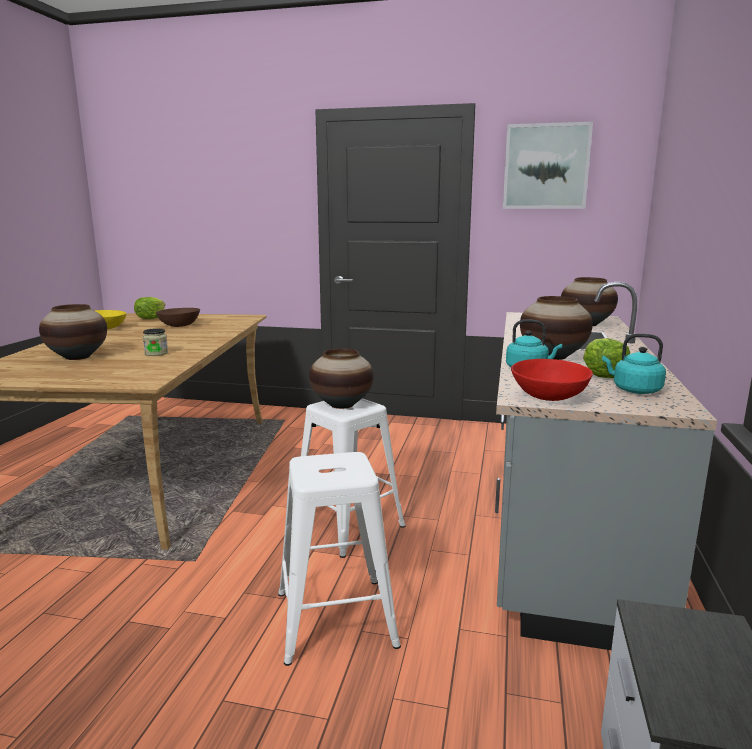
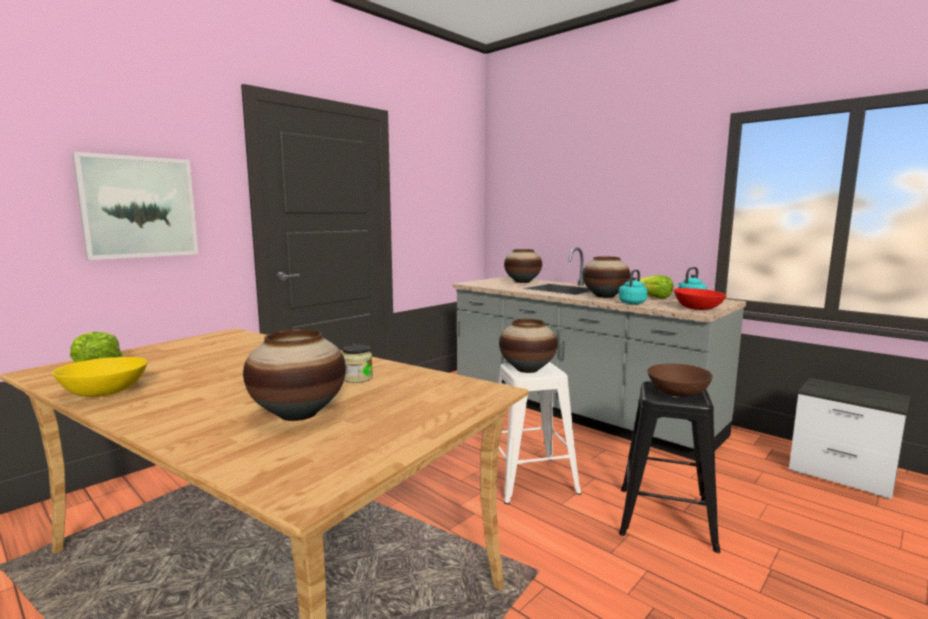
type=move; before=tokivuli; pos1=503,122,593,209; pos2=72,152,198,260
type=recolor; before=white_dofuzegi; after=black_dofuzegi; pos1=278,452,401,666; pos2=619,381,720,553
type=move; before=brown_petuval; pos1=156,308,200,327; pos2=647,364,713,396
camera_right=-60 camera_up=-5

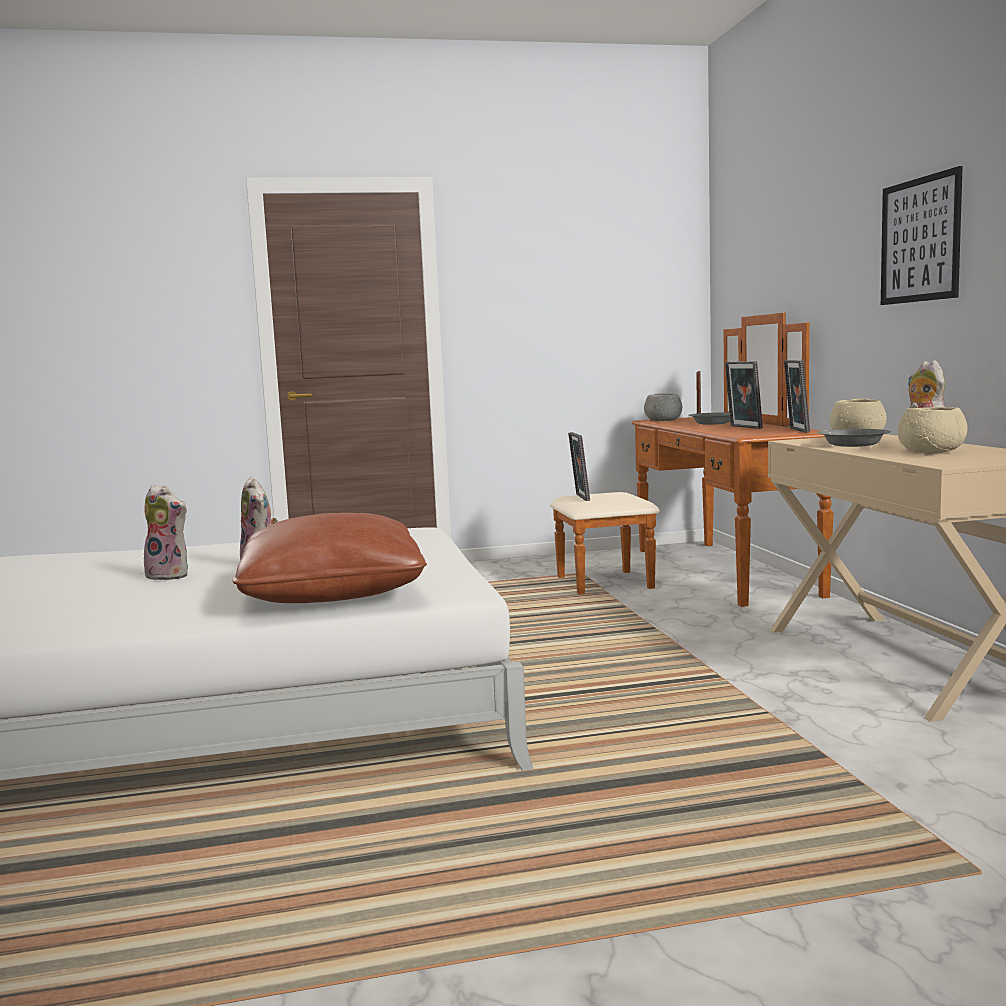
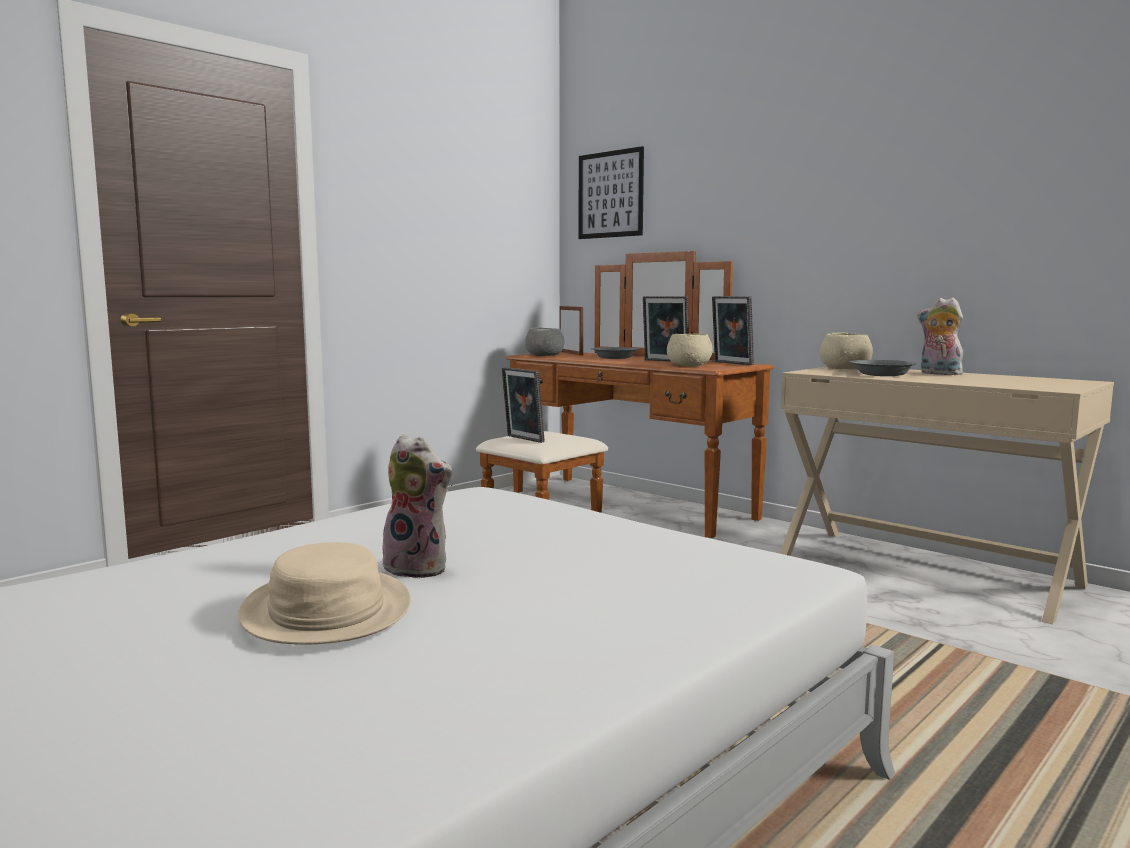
type=replace; before=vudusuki; after=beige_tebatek; pos1=140,485,188,580; pos2=238,542,411,645
type=move; before=tokivuli; pos1=881,166,963,305; pos2=579,146,644,239
type=move; before=beige_petuval; pos1=898,407,968,453; pos2=667,334,713,367
type=delete; before=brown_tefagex; pos1=233,513,427,603
camera_right=-35 camera_up=0

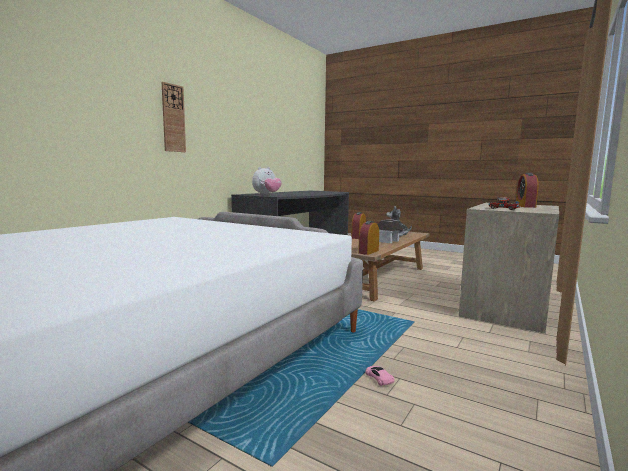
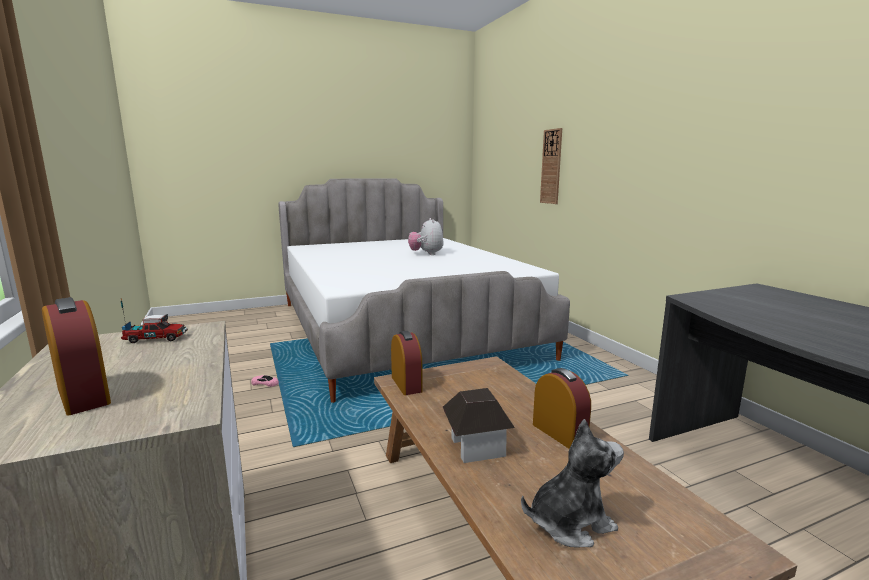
type=move; before=vudusuki; pos1=252,167,282,195; pos2=408,218,444,255
type=move; before=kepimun; pos1=162,82,186,152; pos2=540,128,562,204
camera_right=125 camera_up=5

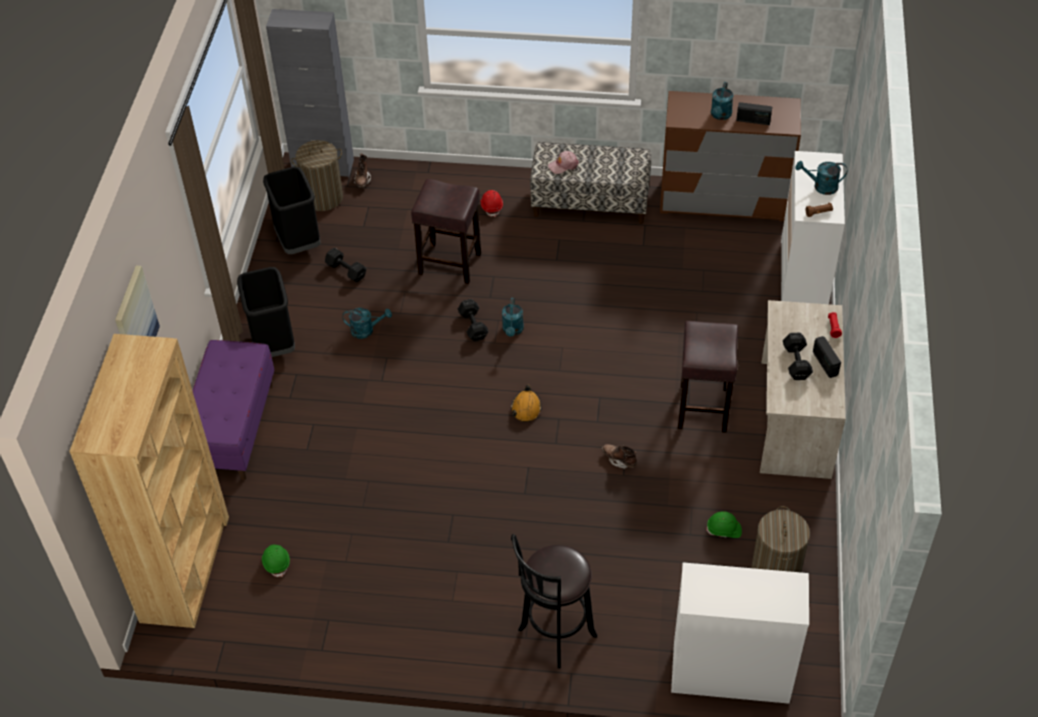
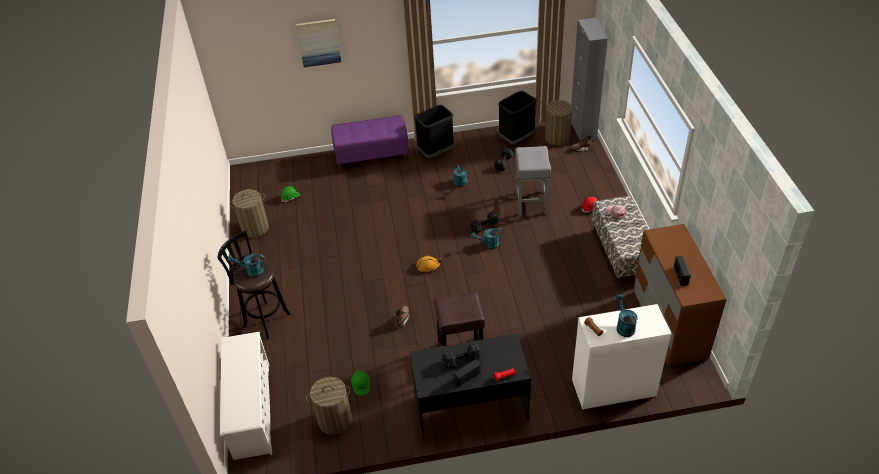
type=replace; before=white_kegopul; after=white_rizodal; pos1=671,562,809,704; pos2=220,332,272,460
type=move; before=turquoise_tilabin; pos1=711,82,734,120; pos2=228,253,266,277
type=insert; after=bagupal; pos2=229,189,269,238
type=recolor; before=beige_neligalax; after=black_neligalax; pos1=760,300,846,479; pos2=409,334,531,440
type=recolor; before=brown_dofuzegi; after=grey_dofuzegi; pos1=411,179,481,284; pos2=515,146,551,215
type=delete; before=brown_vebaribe; pos1=69,334,229,628
camera_right=75 camera_up=-5

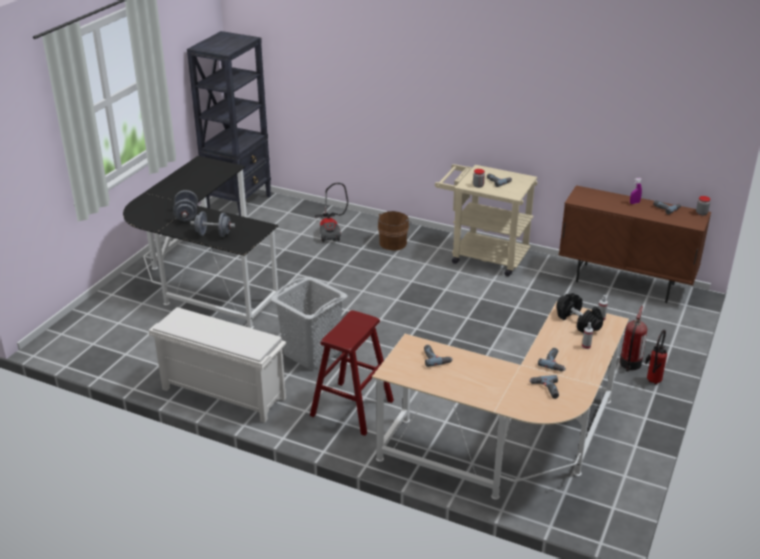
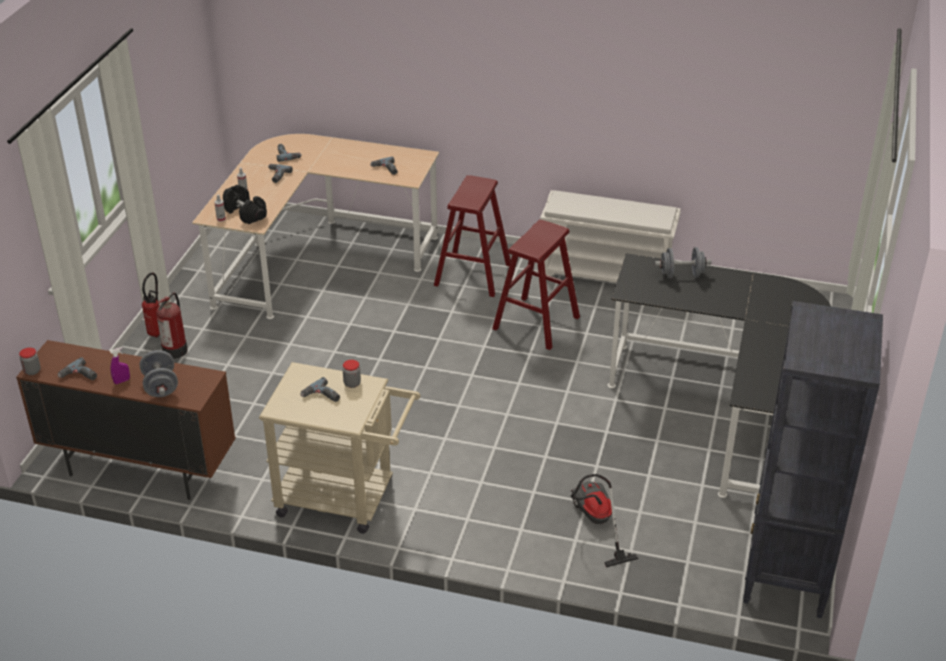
type=move; before=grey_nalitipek; pos1=173,190,198,222; pos2=140,350,178,397
type=replace; before=grey_bagupal; after=red_dofuzegi; pos1=271,277,347,370; pos2=492,220,580,350
type=delete; before=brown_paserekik; pos1=378,211,412,250
camera_right=170 camera_up=5

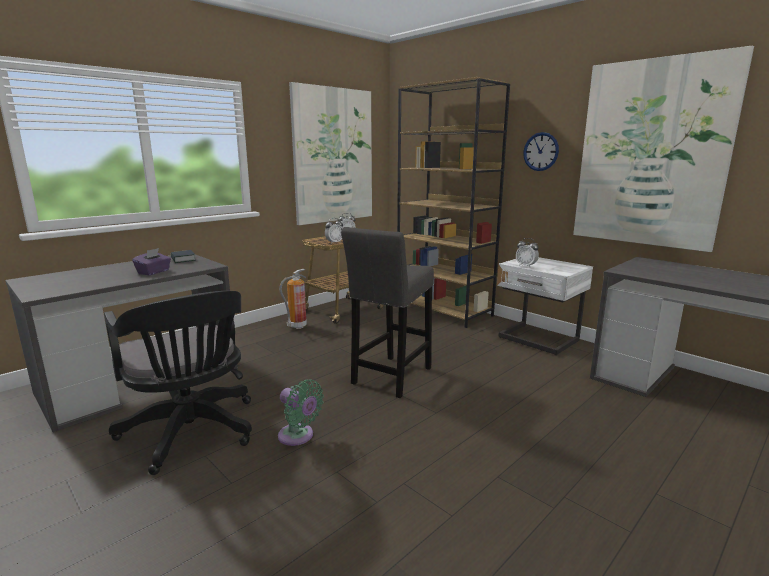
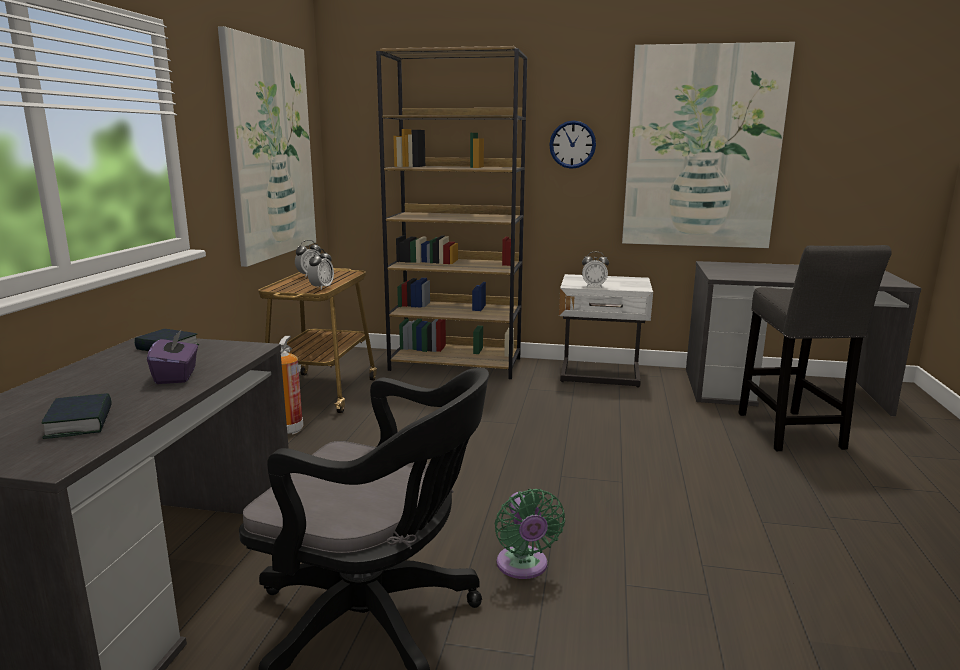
type=insert; after=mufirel; pos2=42,393,112,439
type=rotate; before=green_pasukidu; pos1=278,380,324,446; pos2=495,489,565,579; turn=75
type=move; before=grey_dofuzegi; pos1=341,227,434,398; pos2=738,245,892,451
camera_right=-35 camera_up=0

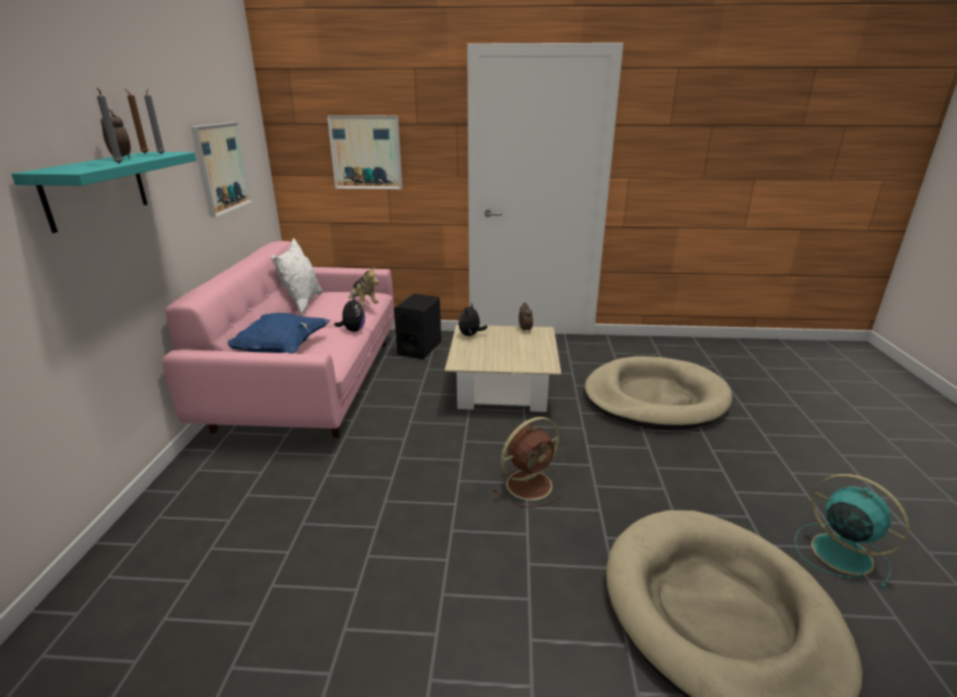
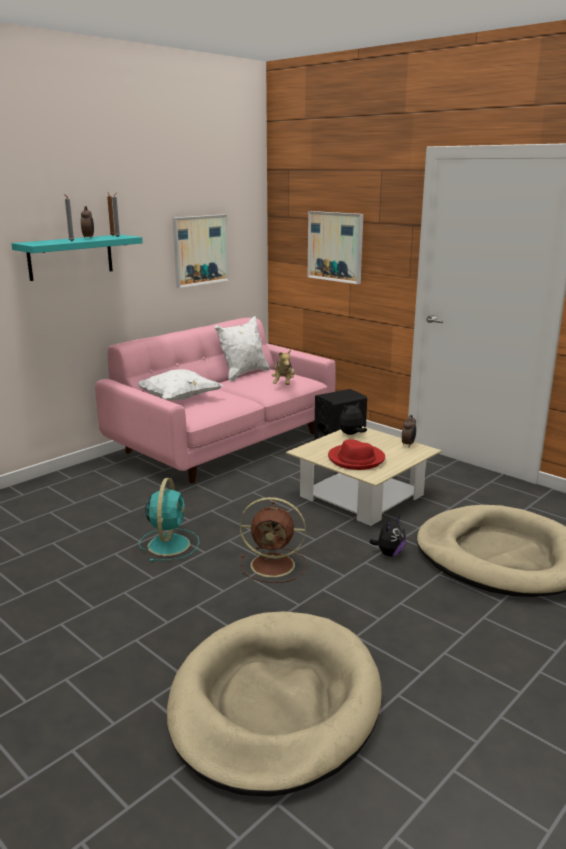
type=recolor; before=blue_tefagex; after=white_tefagex; pos1=228,313,331,353; pos2=138,369,223,401
type=move; before=turquoise_pasukidu; pos1=794,474,909,588; pos2=139,478,199,562
type=insert; after=red_tebatek; pos2=328,439,385,470
type=move; before=vudusuki; pos1=334,297,365,332; pos2=370,516,406,557
camera_right=40 camera_up=-5

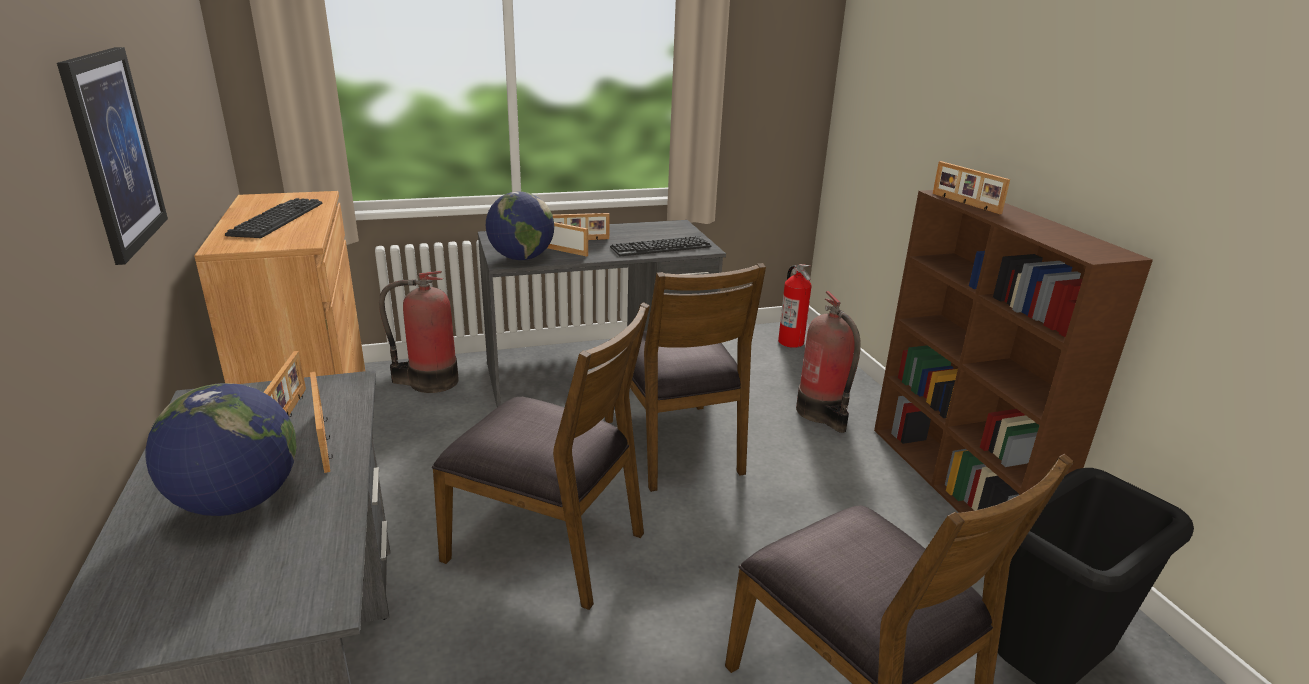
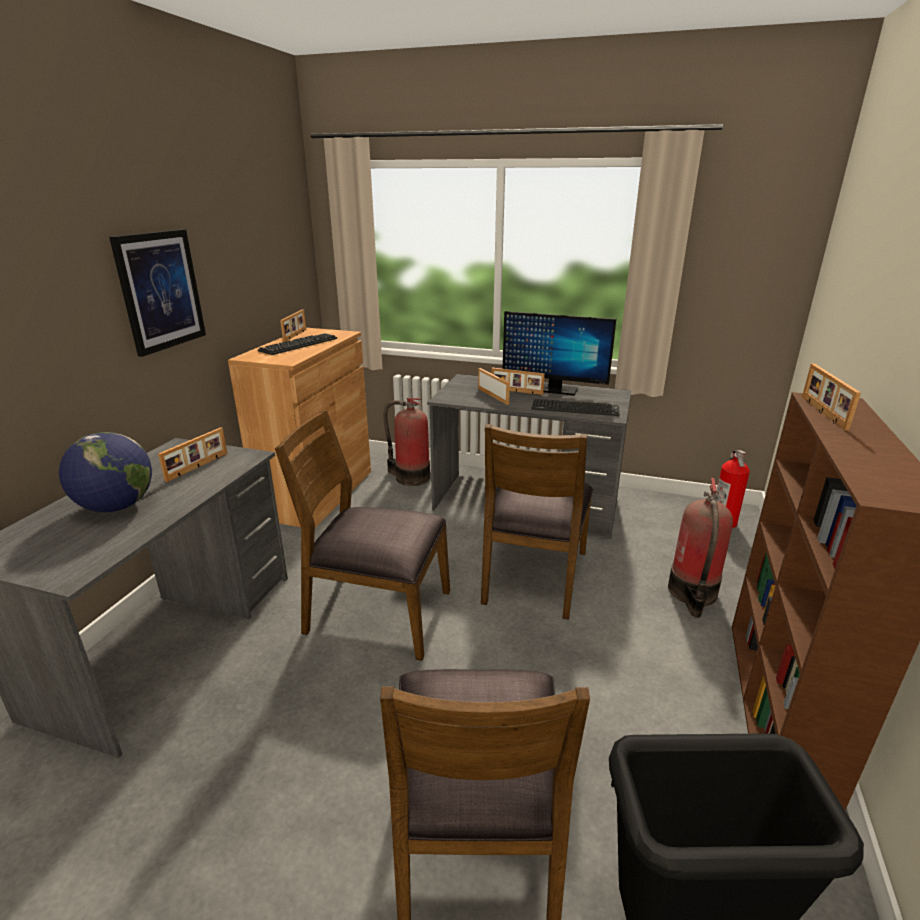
type=rotate; before=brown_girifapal; pos1=432,302,650,610; pos2=275,410,450,661; turn=135
type=move; before=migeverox; pos1=310,372,333,473; pos2=280,309,306,342
type=insert; after=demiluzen; pos2=503,311,616,395
type=delete; before=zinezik; pos1=486,191,554,260
camera_right=35 camera_up=0

